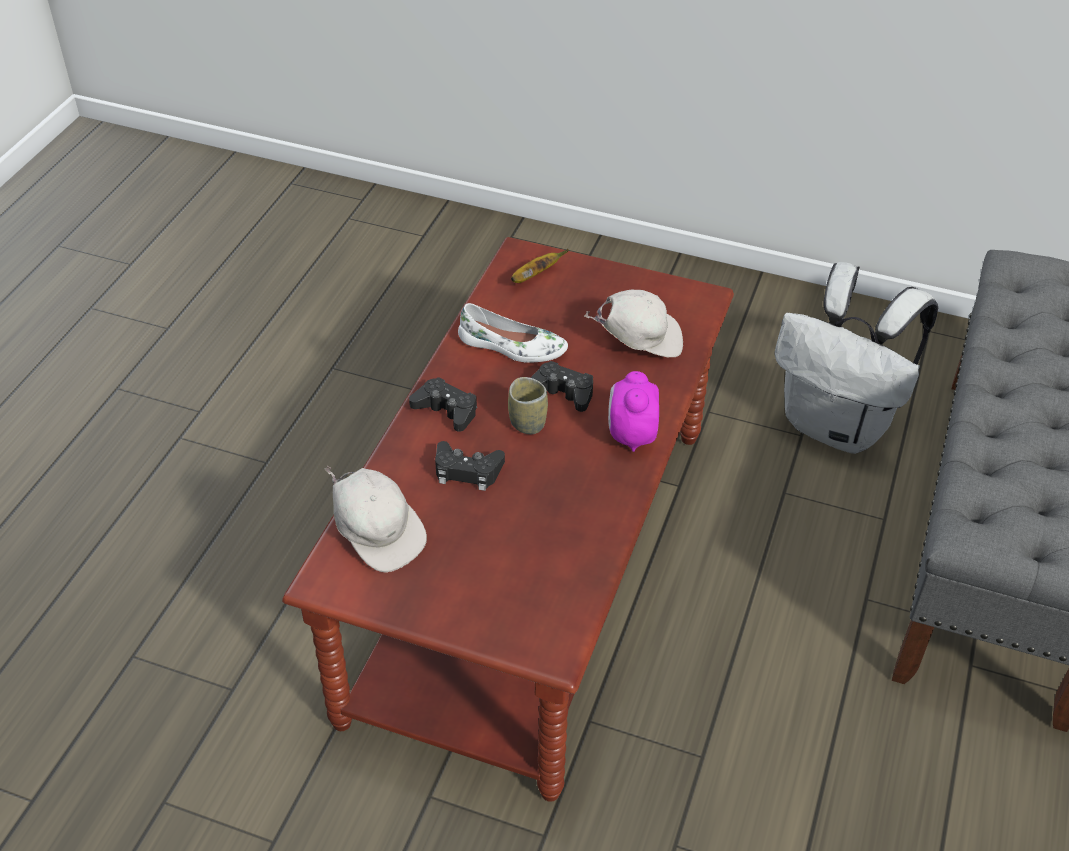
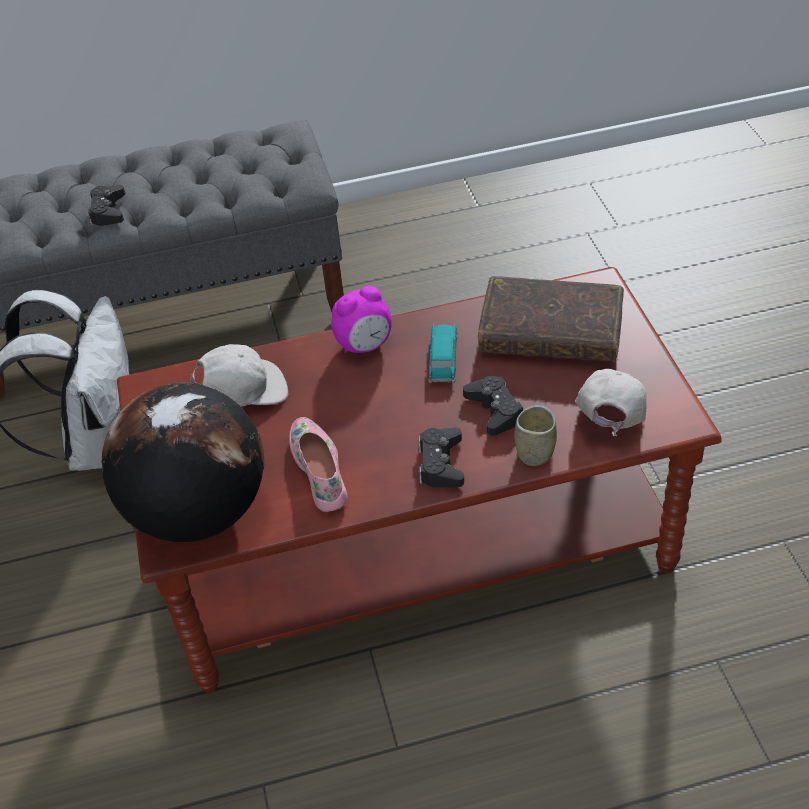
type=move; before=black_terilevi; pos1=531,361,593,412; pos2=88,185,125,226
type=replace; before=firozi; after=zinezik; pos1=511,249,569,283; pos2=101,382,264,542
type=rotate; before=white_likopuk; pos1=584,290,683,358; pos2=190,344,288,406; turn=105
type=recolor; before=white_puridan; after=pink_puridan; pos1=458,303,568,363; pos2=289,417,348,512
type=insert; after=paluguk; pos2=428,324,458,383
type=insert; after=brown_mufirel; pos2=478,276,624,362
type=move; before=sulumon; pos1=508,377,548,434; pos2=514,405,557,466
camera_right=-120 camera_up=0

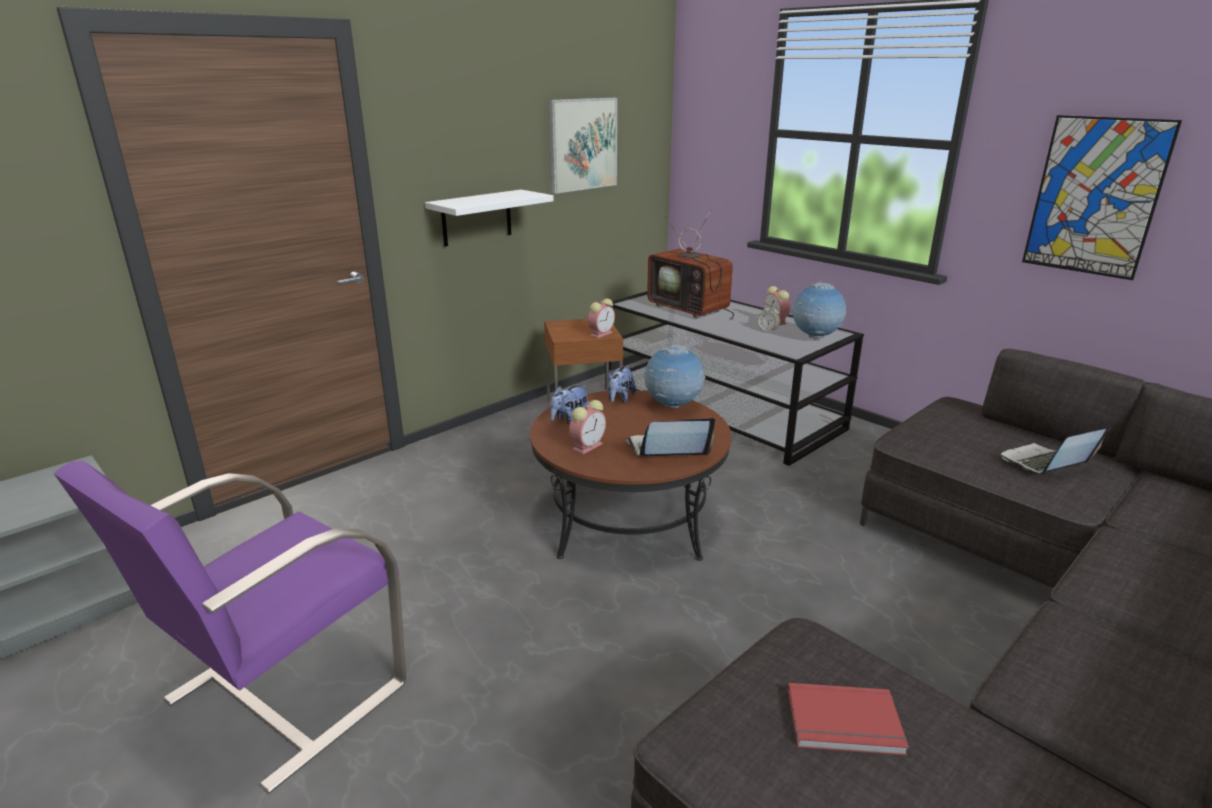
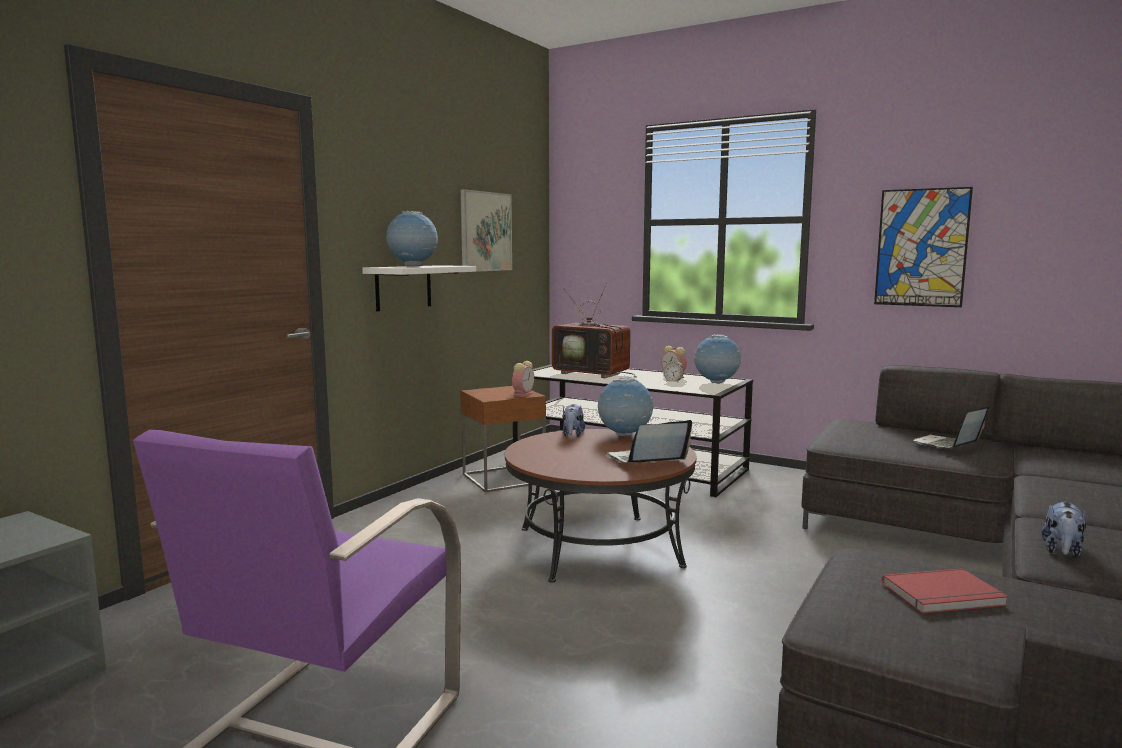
type=insert; after=zinezik; pos2=386,211,438,267
type=move; before=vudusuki; pos1=551,386,590,424; pos2=1041,501,1086,557
type=delete; before=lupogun; pos1=569,400,606,454
camera_right=-15 camera_up=-15

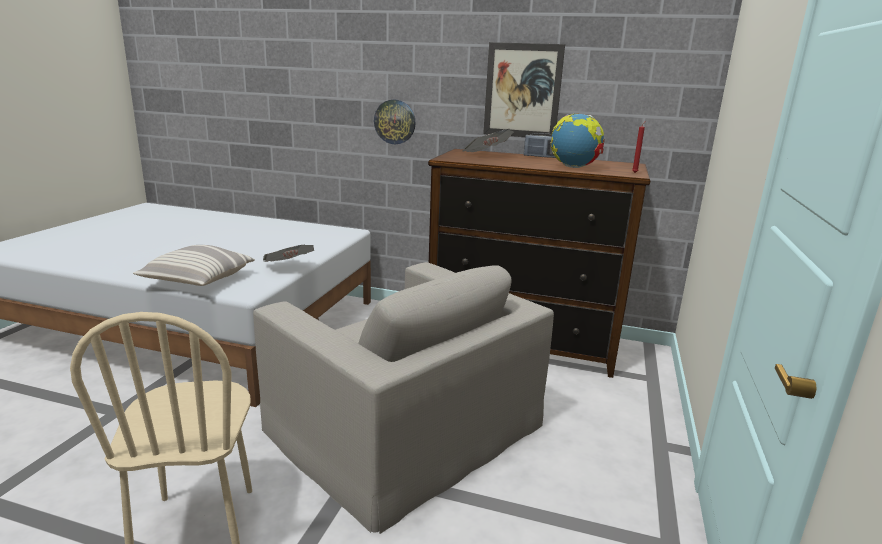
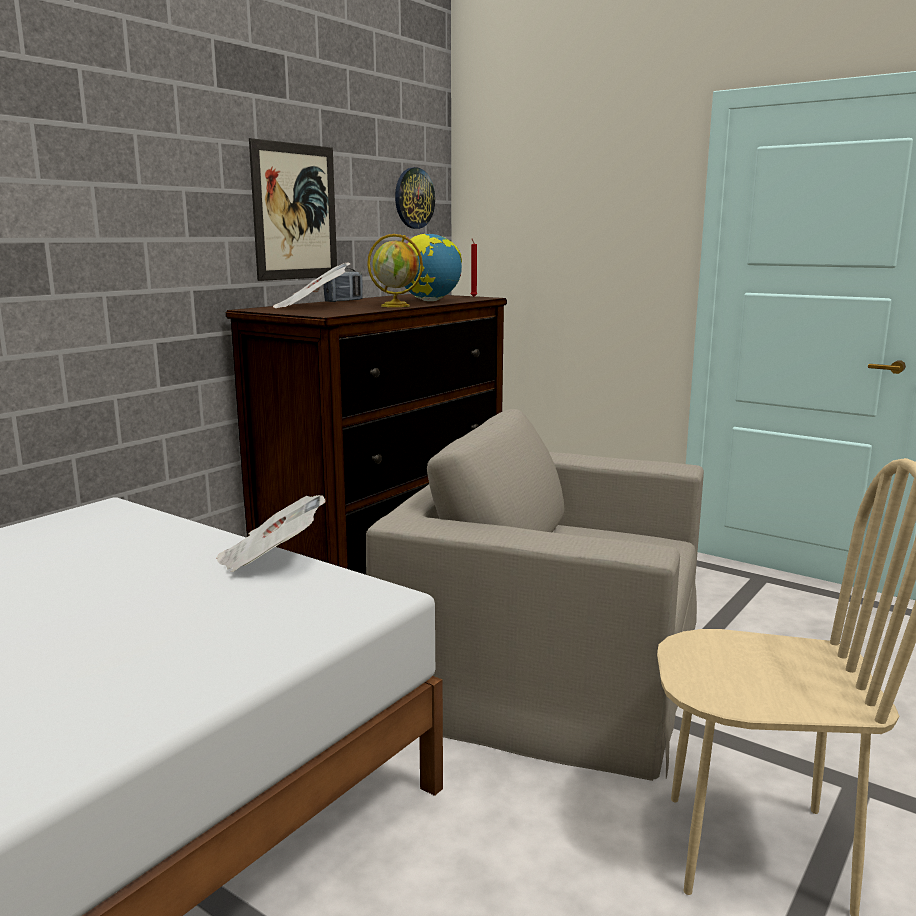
type=rotate; before=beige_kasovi; pos1=253,262,554,534; pos2=366,409,704,781; turn=-135
type=insert; after=zinezik; pos2=367,234,423,307
type=move; before=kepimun; pos1=374,100,416,144; pos2=395,167,435,229
type=delete; before=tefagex; pos1=133,245,255,286
camera_right=-70 camera_up=-5

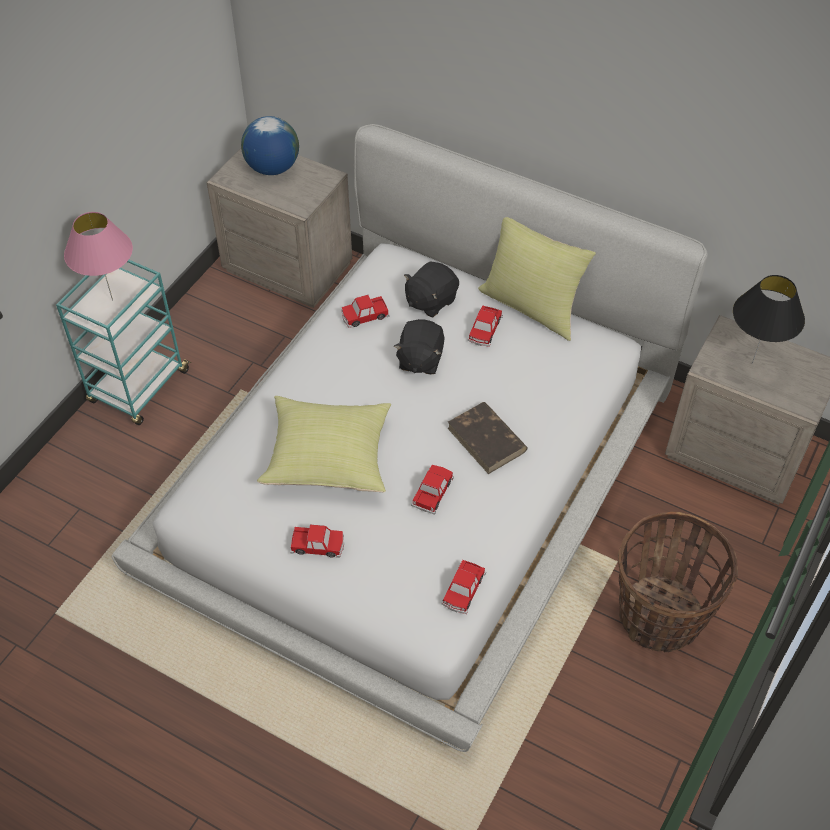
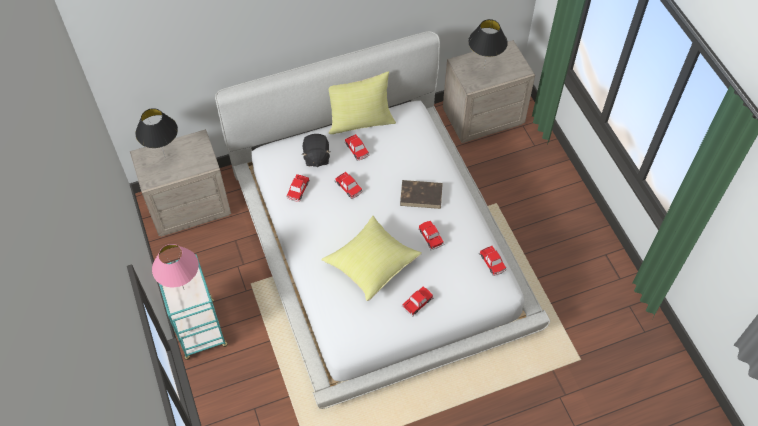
type=replace; before=zinezik; after=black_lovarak; pos1=241,116,299,175; pos2=135,108,178,158
type=replace; before=black_vudusuki; after=paluguk; pos1=394,319,445,375; pos2=335,172,363,199
type=delete; before=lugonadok; pos1=618,512,738,652
camera_right=-50 camera_up=5

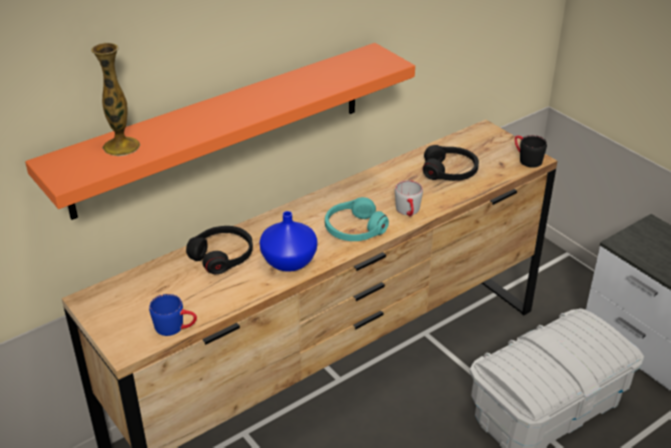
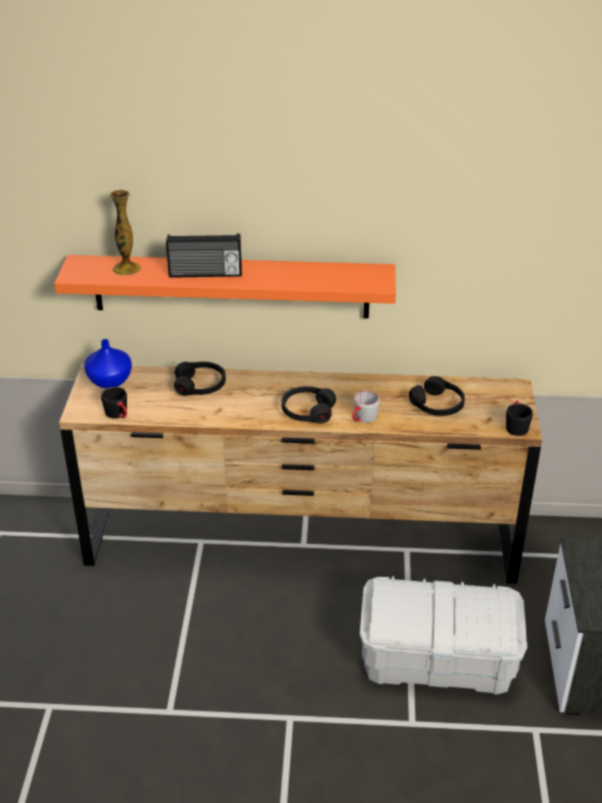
type=move; before=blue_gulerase; pos1=259,211,317,272; pos2=84,339,132,389
type=recolor; before=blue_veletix; after=black_veletix; pos1=149,294,197,336; pos2=101,387,127,419
type=insert; after=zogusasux; pos2=166,233,242,278
type=recolor; before=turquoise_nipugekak; after=black_nipugekak; pos1=325,197,389,241; pos2=281,386,336,424
camera_right=40 camera_up=0

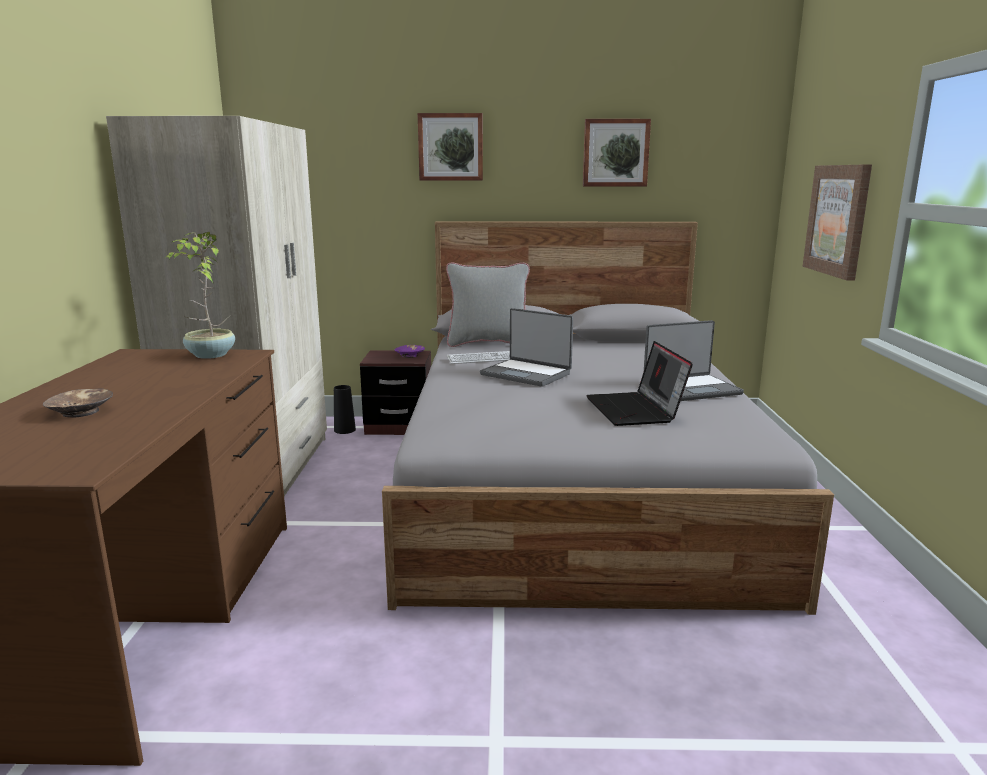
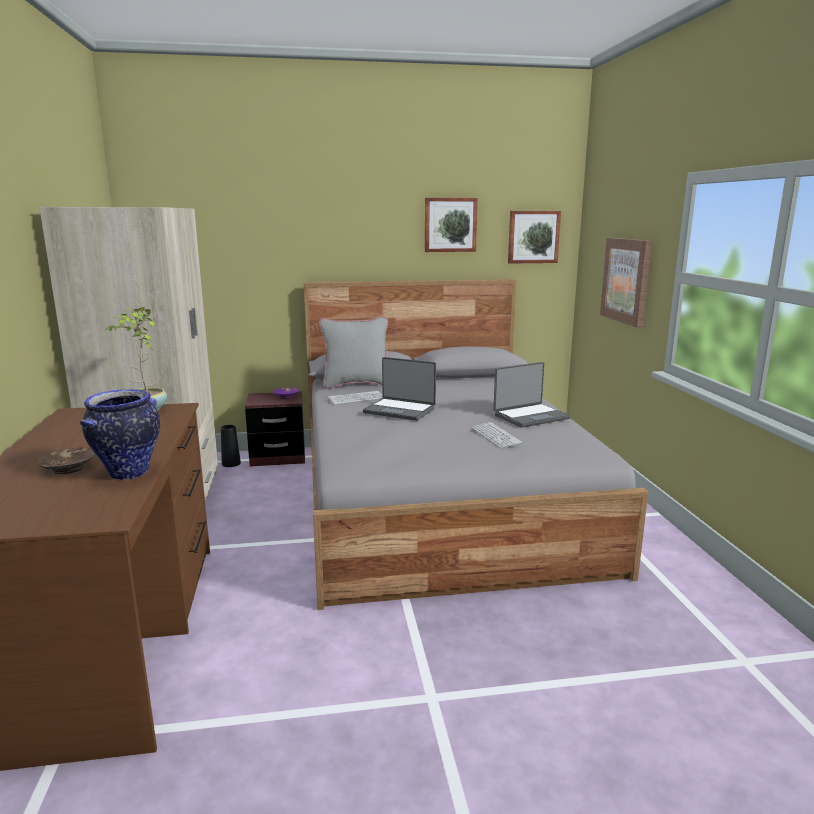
type=insert; after=gulerase; pos2=80,389,160,480
type=replace; before=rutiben; after=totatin; pos1=586,341,693,426; pos2=471,422,522,448
type=move; before=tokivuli; pos1=418,113,483,181; pos2=508,211,561,264
camera_right=-10 camera_up=0

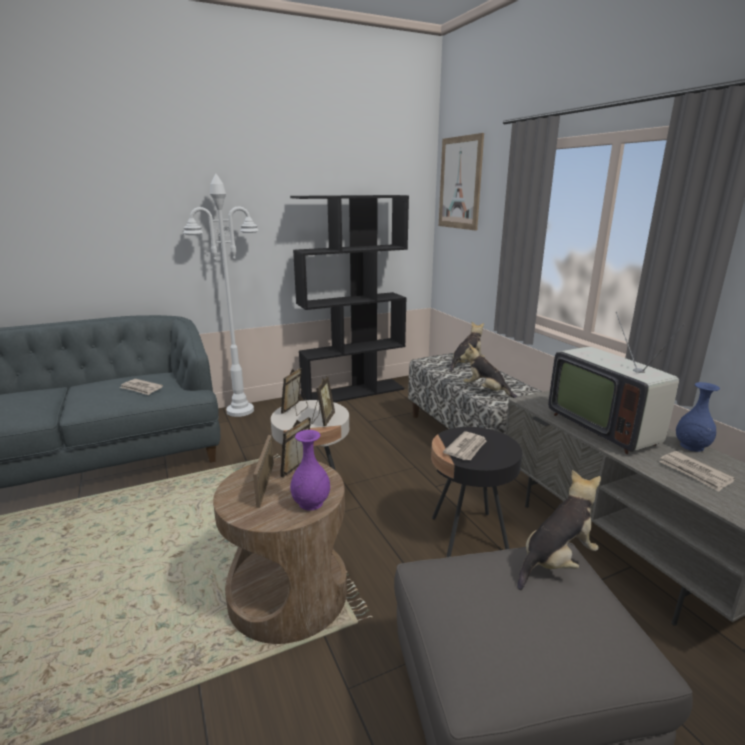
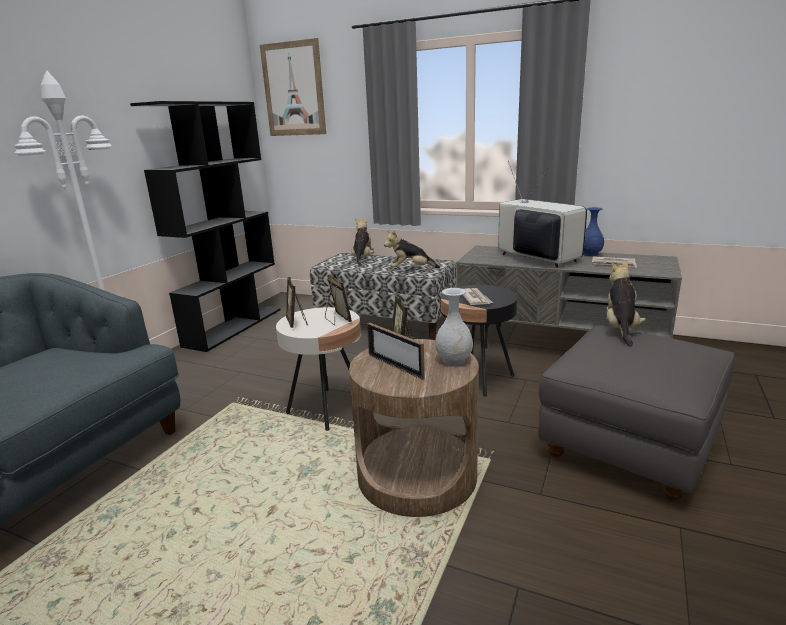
type=recolor; before=purple_gulerase; after=white_gulerase; pos1=290,430,330,511; pos2=435,288,473,365
type=rotate; before=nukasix; pos1=548,312,685,454; pos2=498,161,587,268; turn=-150
type=delete; before=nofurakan; pos1=120,379,163,395
camera_right=-40 camera_up=0

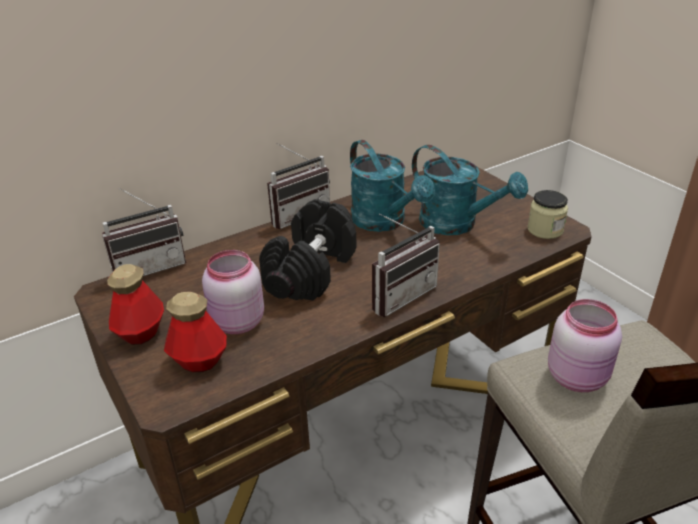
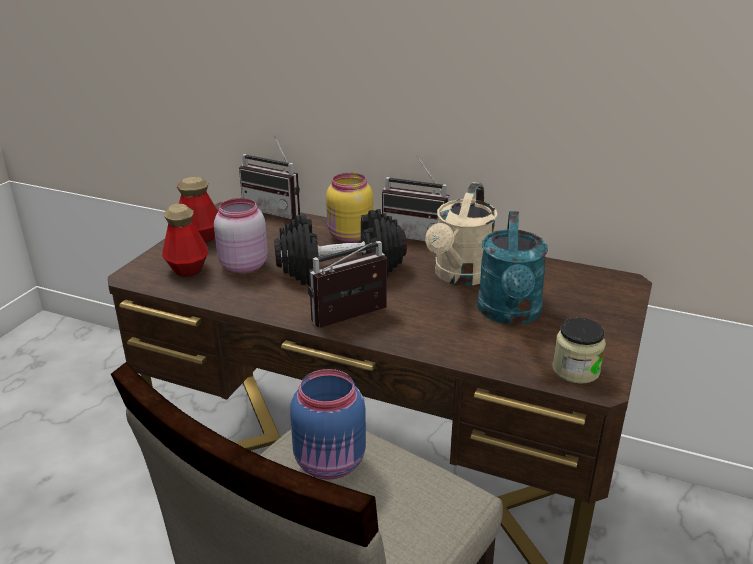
type=recolor; before=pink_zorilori; after=blue_zorilori; pos1=548,299,622,392; pos2=290,369,366,480
type=rotate; before=zogusasux; pos1=372,213,440,317; pos2=308,241,387,328; turn=135
type=insert; after=yellow_zorilori; pos2=326,173,373,243
type=recolor; before=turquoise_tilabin; after=beige_tilabin; pos1=350,140,435,232; pos2=425,182,498,285
camera_right=55 camera_up=-5

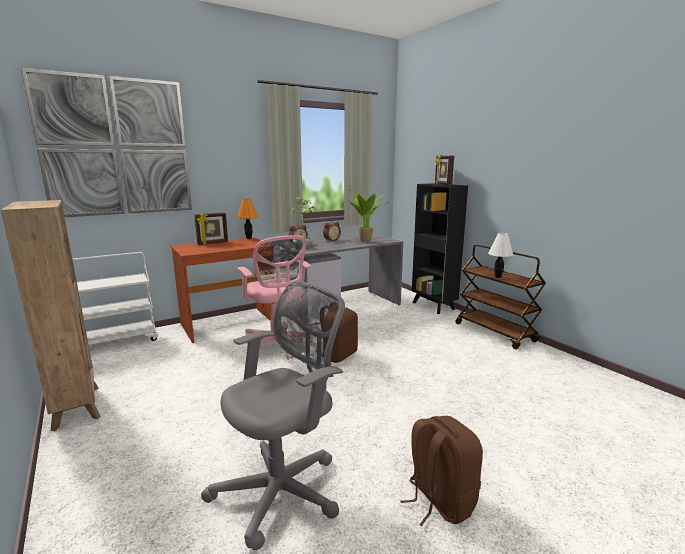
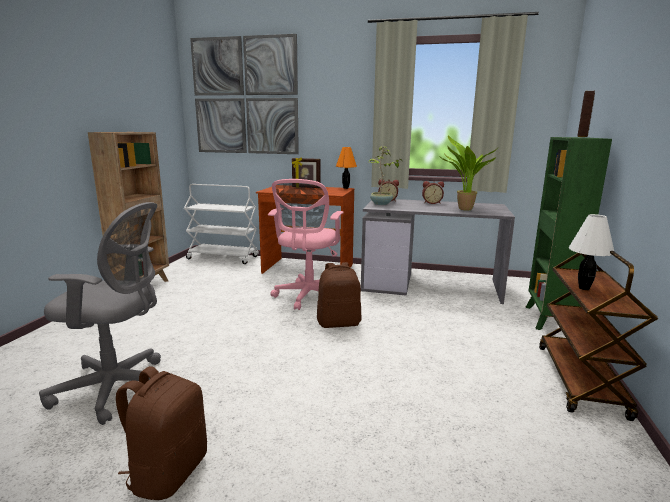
type=recolor; before=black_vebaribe; after=green_vebaribe; pos1=412,183,468,314; pos2=525,137,612,330
camera_right=45 camera_up=0

